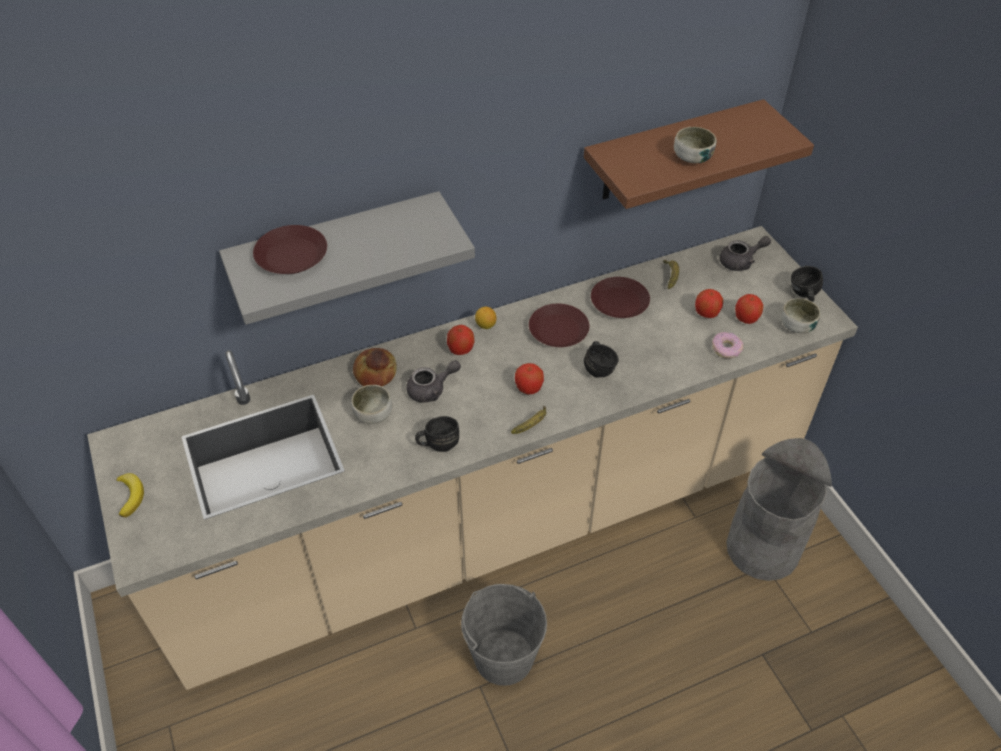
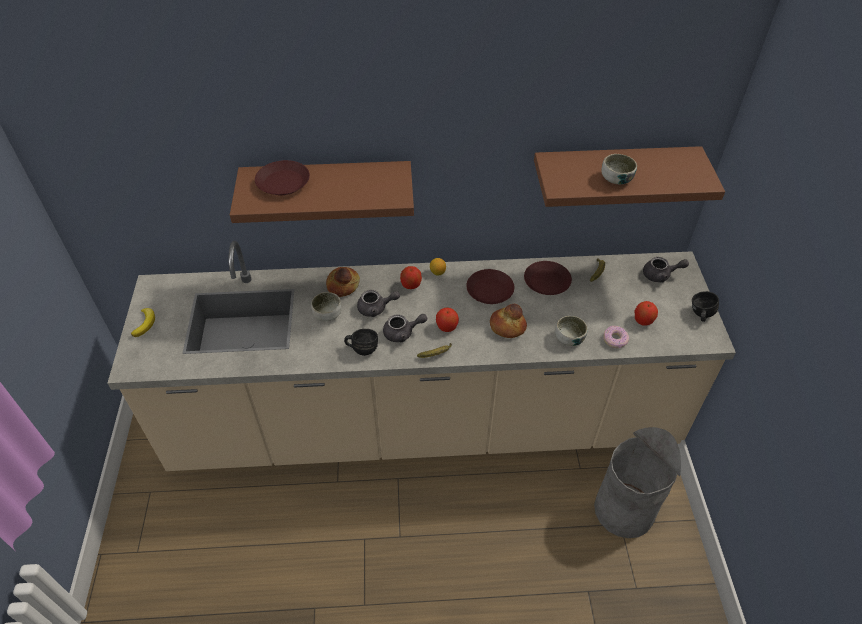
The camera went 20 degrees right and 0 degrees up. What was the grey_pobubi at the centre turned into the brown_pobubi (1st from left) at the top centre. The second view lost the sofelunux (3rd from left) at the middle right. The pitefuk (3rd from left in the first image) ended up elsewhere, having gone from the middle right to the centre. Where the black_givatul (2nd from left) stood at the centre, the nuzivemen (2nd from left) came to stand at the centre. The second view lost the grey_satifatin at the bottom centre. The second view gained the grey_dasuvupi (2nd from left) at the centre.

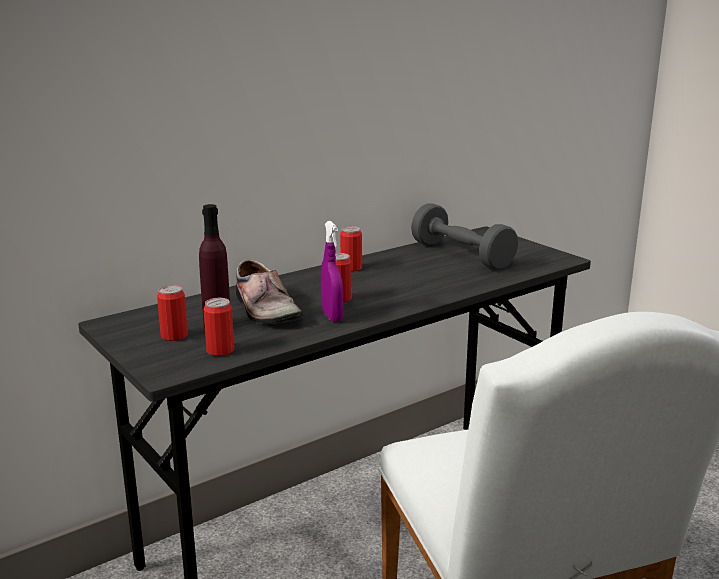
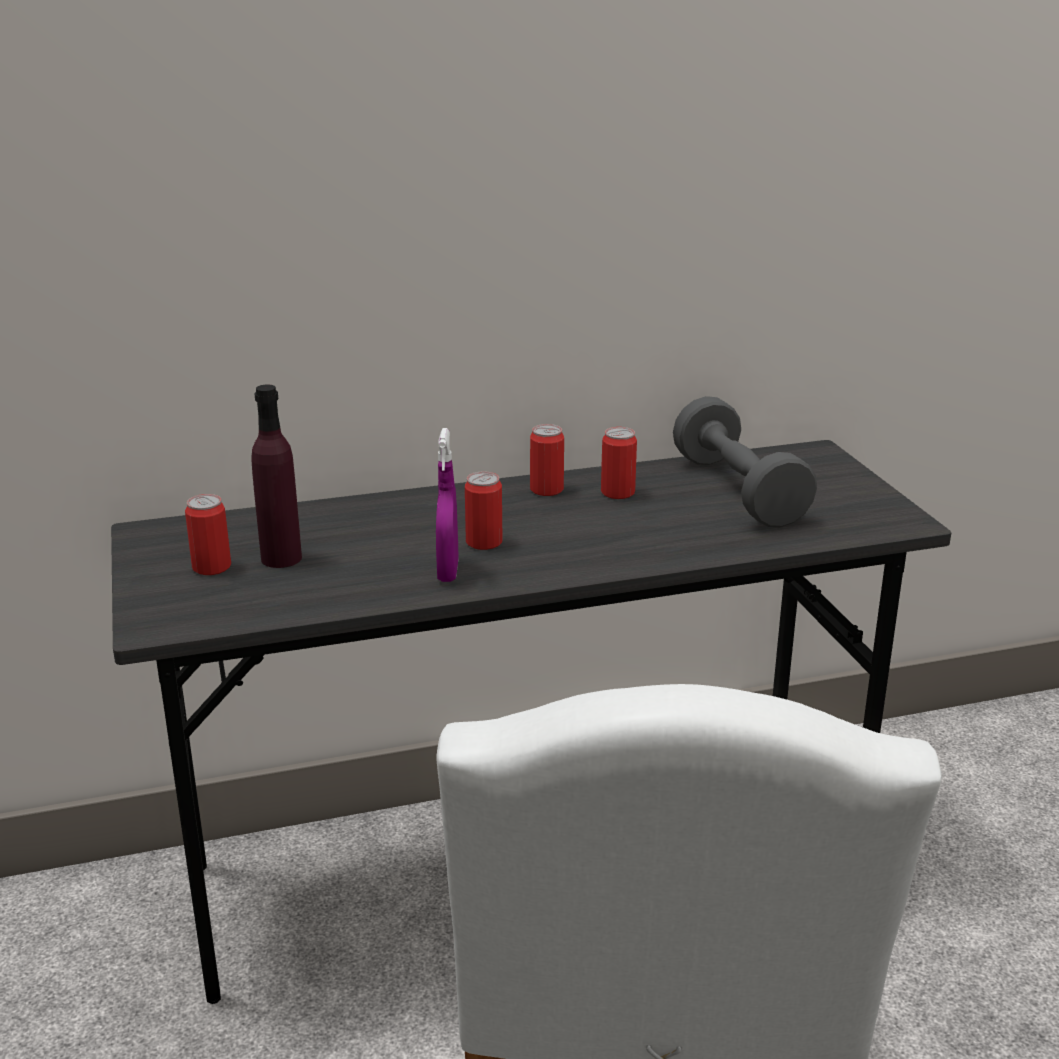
The camera went 20 degrees right and 5 degrees up. The second view lost the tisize at the centre. The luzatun (2nd from left in the first image) ended up elsewhere, having gone from the middle left to the centre.

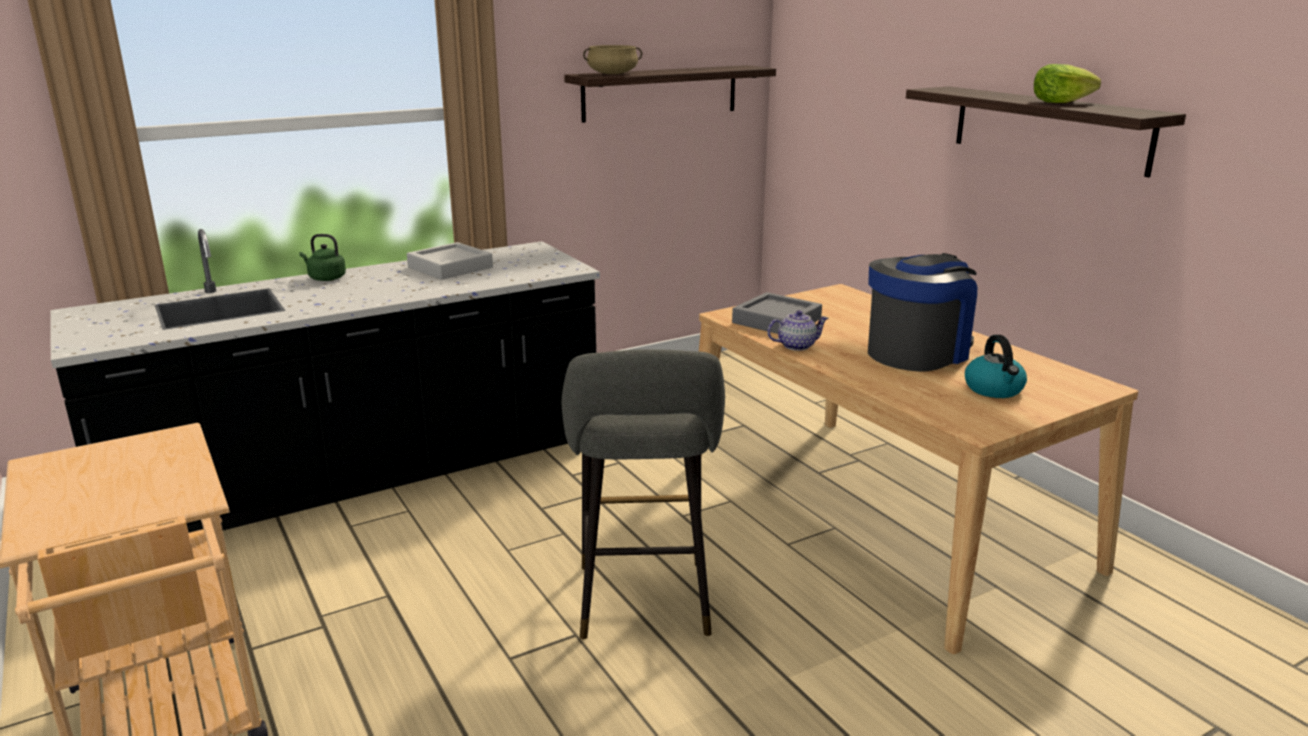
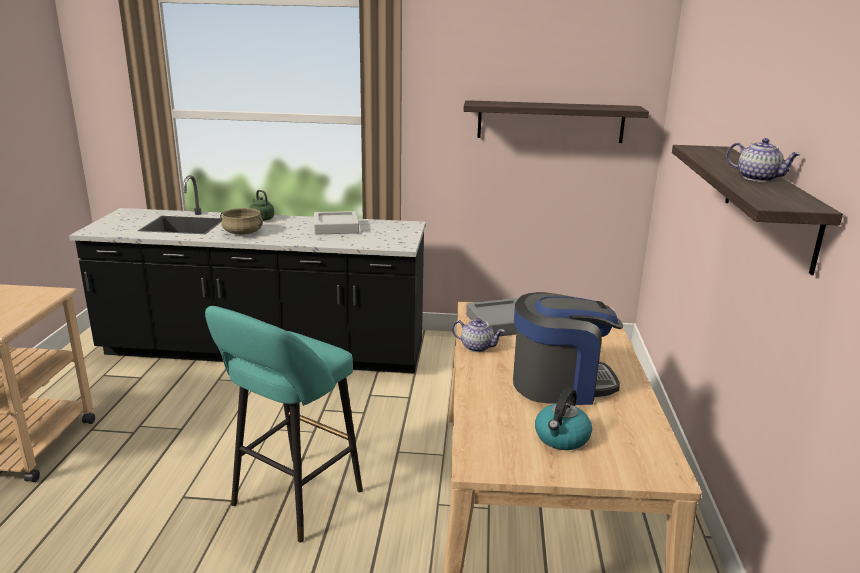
The camera went 35 degrees right and 0 degrees up. The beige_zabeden ended up elsewhere, having gone from the top centre to the middle left. Where the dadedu stood at the top right, the dasuvupi (2nd from left) came to stand at the top right. What was the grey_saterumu at the bottom centre turned into the turquoise_saterumu at the bottom left.

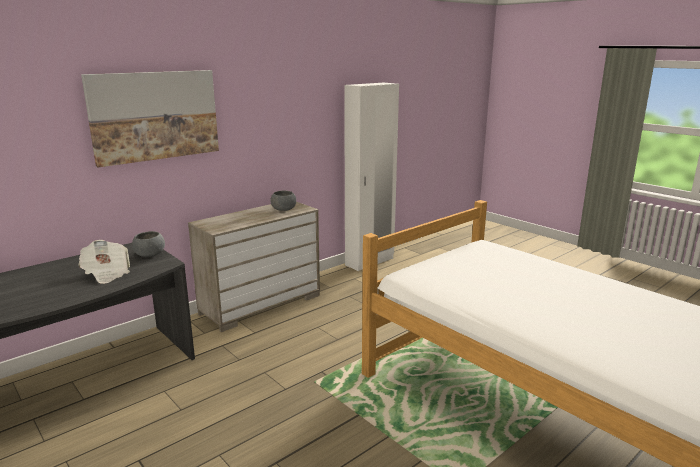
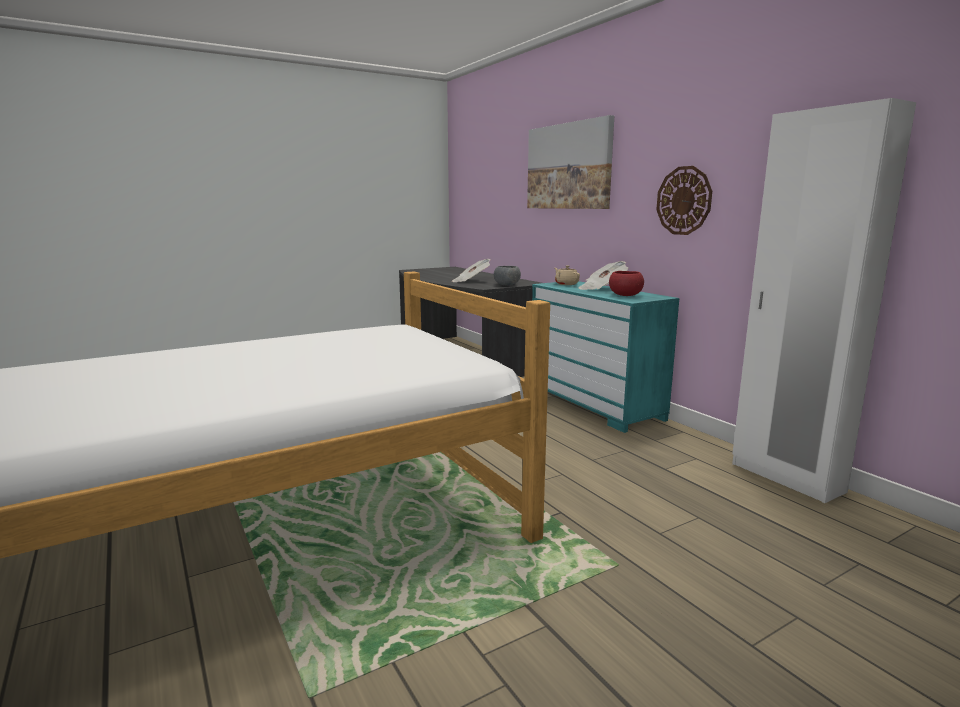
The camera went 100 degrees right and 5 degrees down. What was the grey_pitefuk (2nd from left) at the centre turned into the red_pitefuk at the centre. What was the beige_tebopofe at the centre turned into the turquoise_tebopofe at the centre. The second view gained the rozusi at the top right. The second view gained the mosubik (2nd from left) at the centre. The second view gained the beige_dasuvupi at the centre.

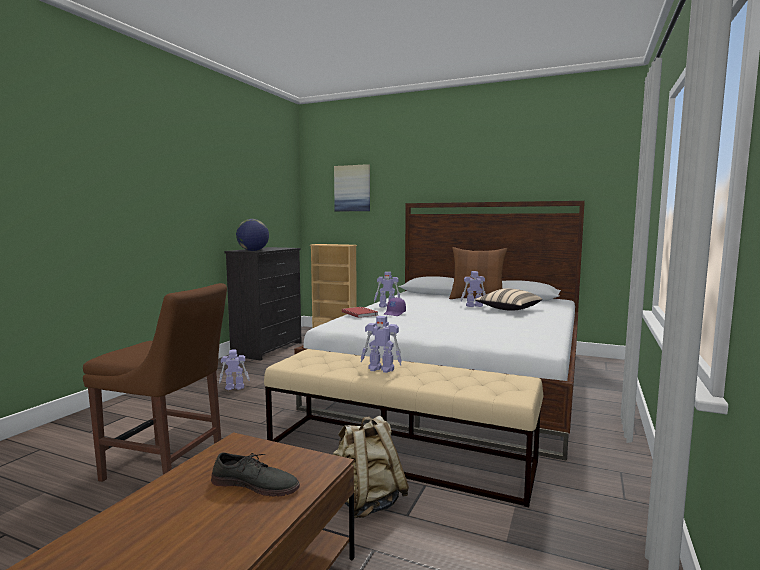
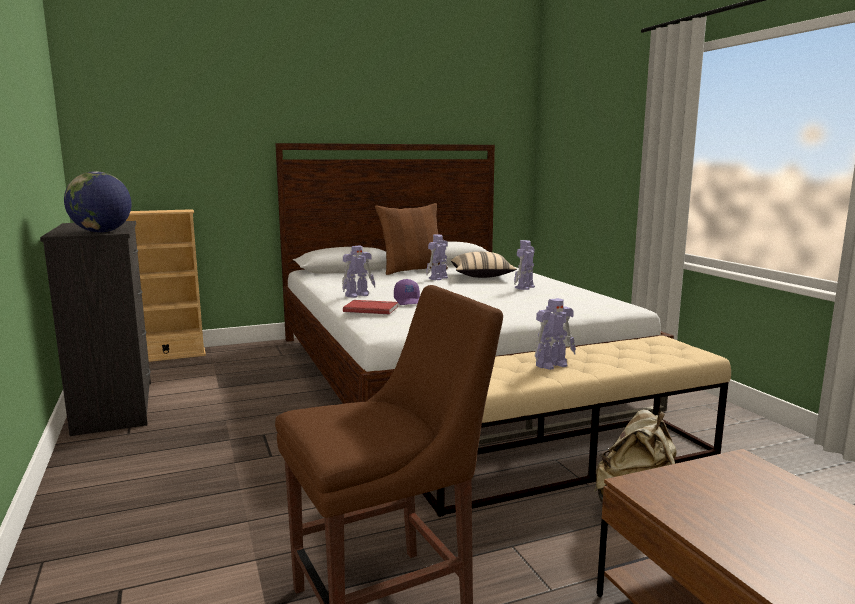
The camera went 45 degrees left and 5 degrees up. The second view lost the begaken at the top centre. The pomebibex (1st from left in the first image) ended up elsewhere, having gone from the middle left to the centre. The second view lost the grey_tisize at the bottom centre.

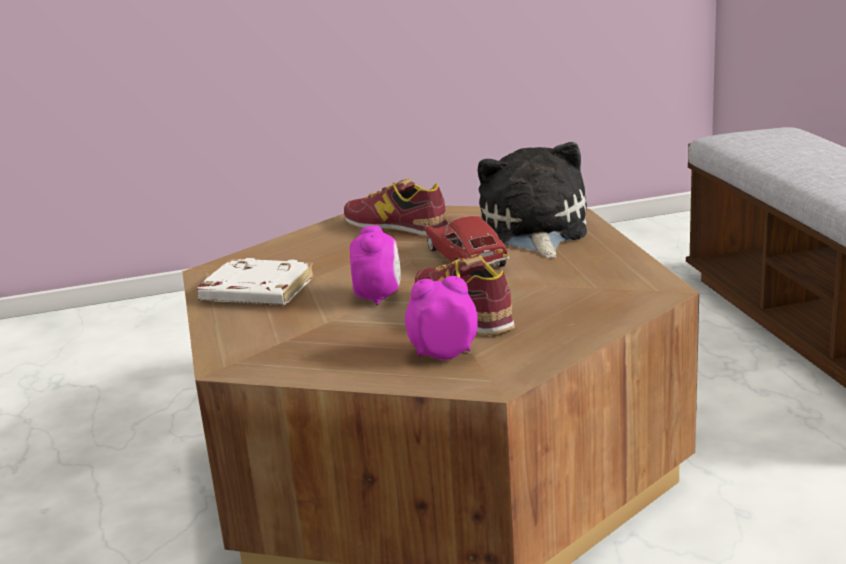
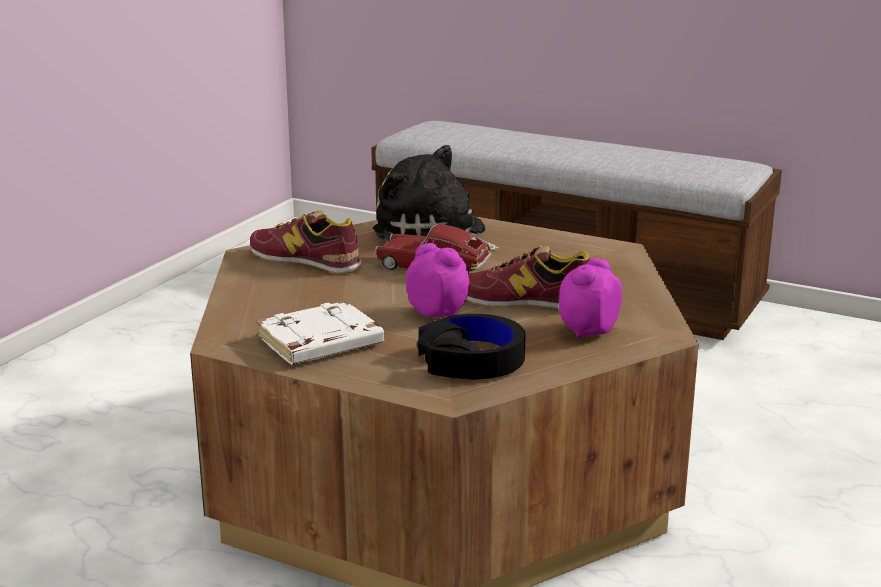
The camera went 50 degrees left and 0 degrees up. The tisize (1st from left) at the centre ended up facing another way, 45 degrees clockwise from before. The second view gained the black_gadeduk at the centre.

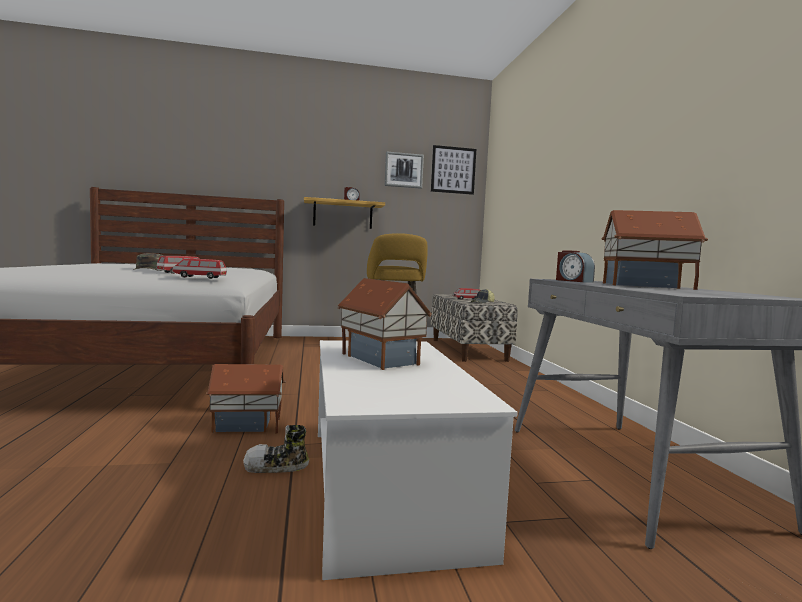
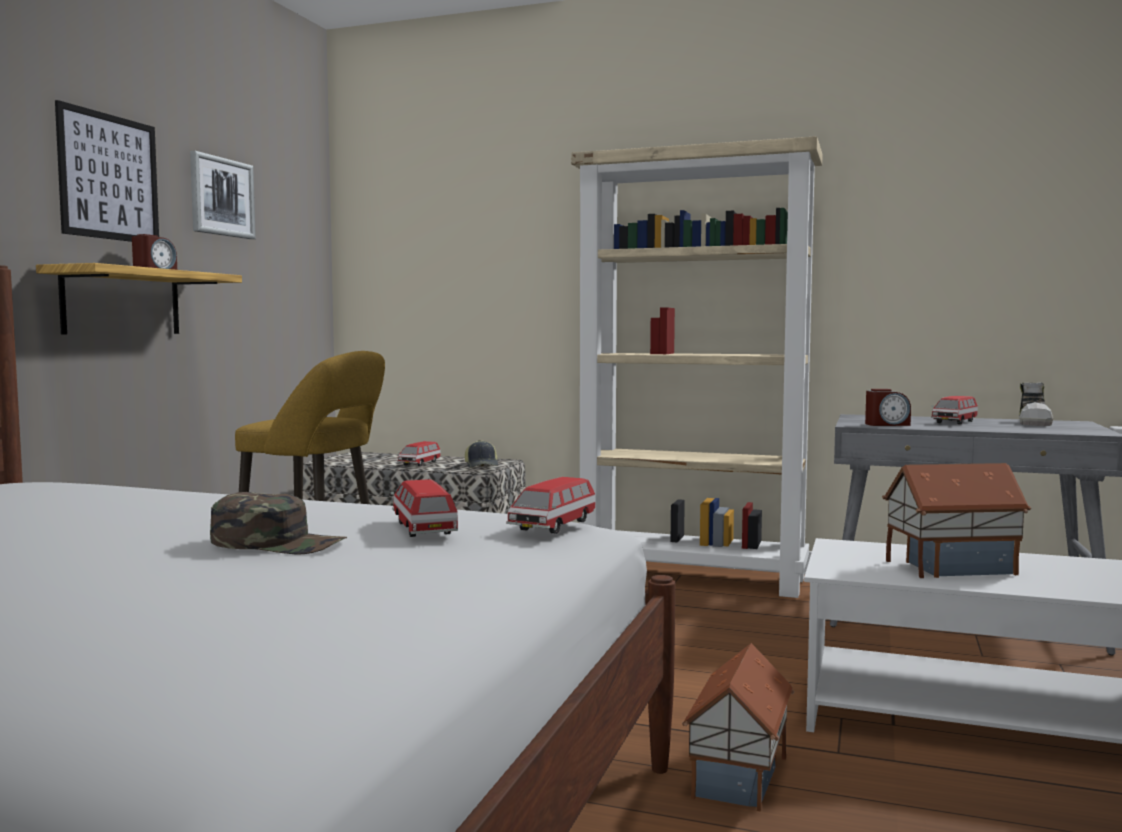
The camera went 60 degrees left and 0 degrees up. The begaken (2nd from left in the first image) ended up elsewhere, having gone from the top centre to the top left. Where the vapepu (3rd from left) stood at the middle right, the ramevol (4th from left) came to stand at the middle right. The tisize ended up elsewhere, having gone from the bottom centre to the middle right. The second view gained the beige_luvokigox at the centre.

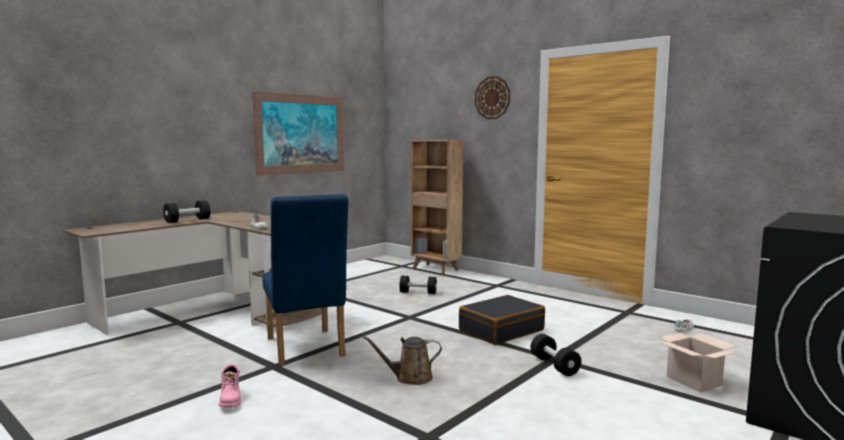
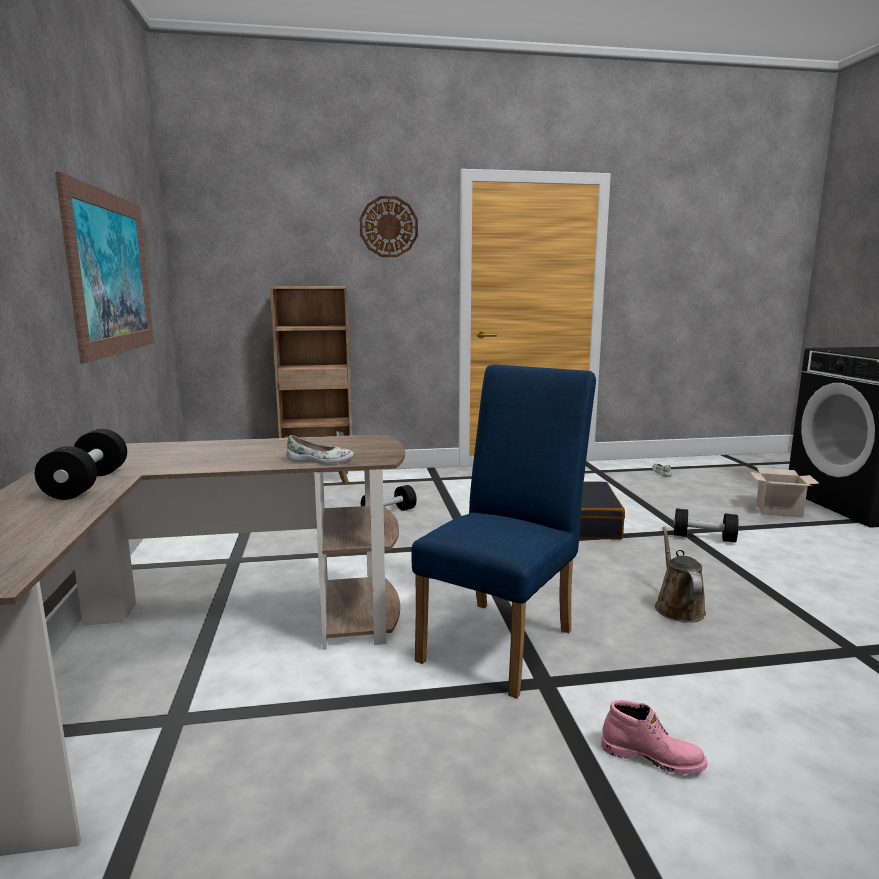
The camera went 50 degrees left and 5 degrees up. The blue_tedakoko at the centre ended up facing another way, 75 degrees counterclockwise from before. The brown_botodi at the bottom centre ended up facing another way, 150 degrees clockwise from before.

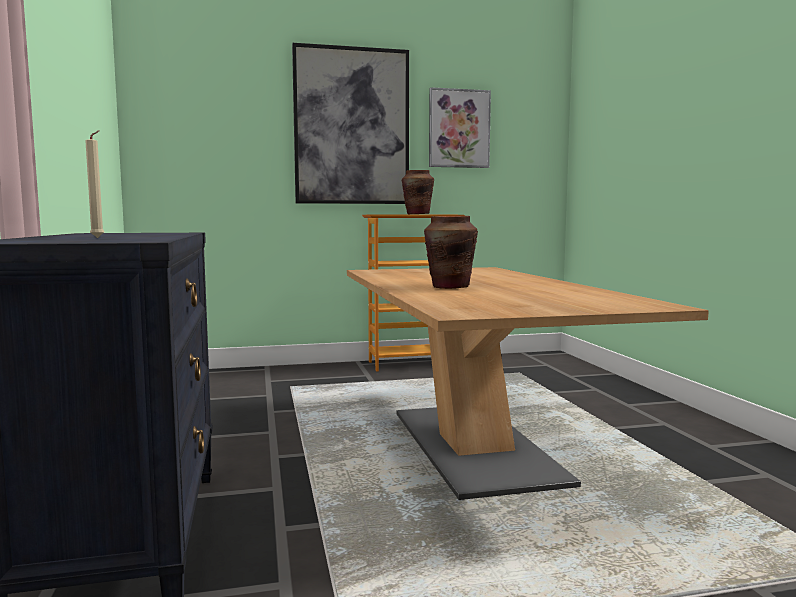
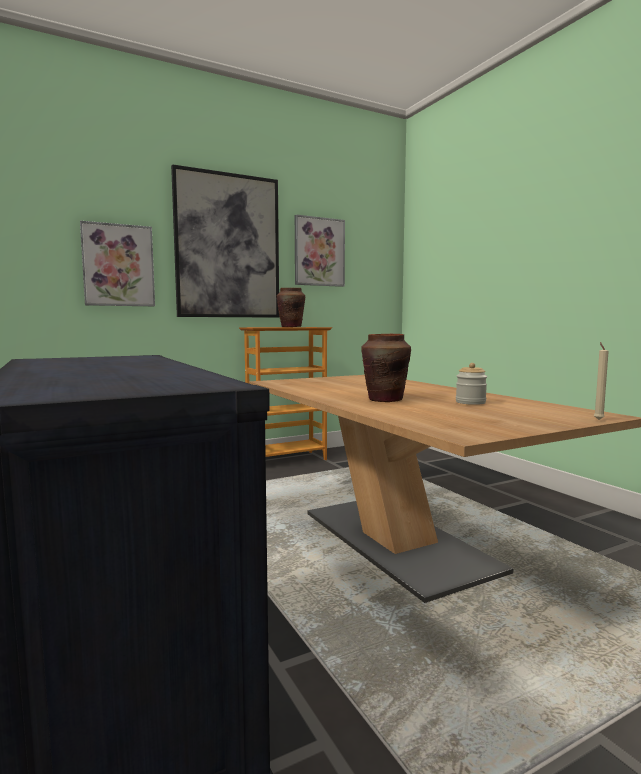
The camera went 15 degrees left and 0 degrees up. The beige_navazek ended up elsewhere, having gone from the top left to the middle right. The second view gained the begaken (1st from left) at the middle left. The second view gained the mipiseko at the middle right.

